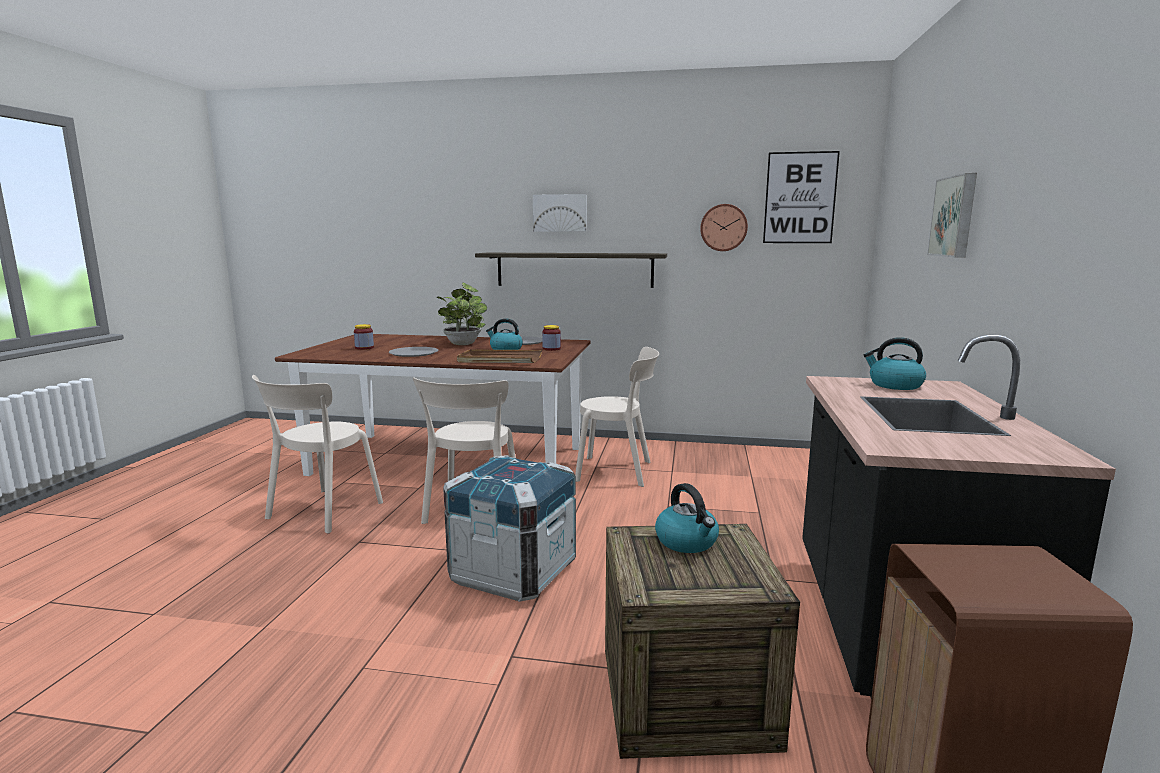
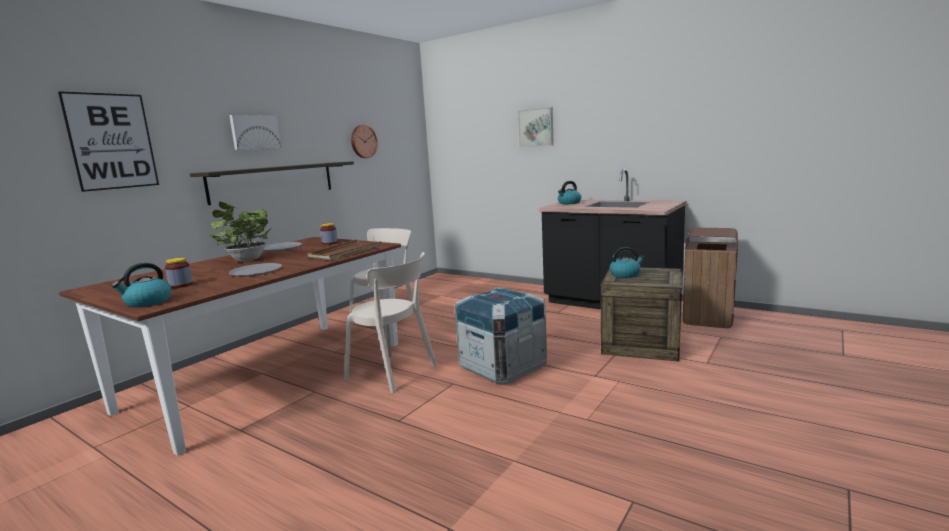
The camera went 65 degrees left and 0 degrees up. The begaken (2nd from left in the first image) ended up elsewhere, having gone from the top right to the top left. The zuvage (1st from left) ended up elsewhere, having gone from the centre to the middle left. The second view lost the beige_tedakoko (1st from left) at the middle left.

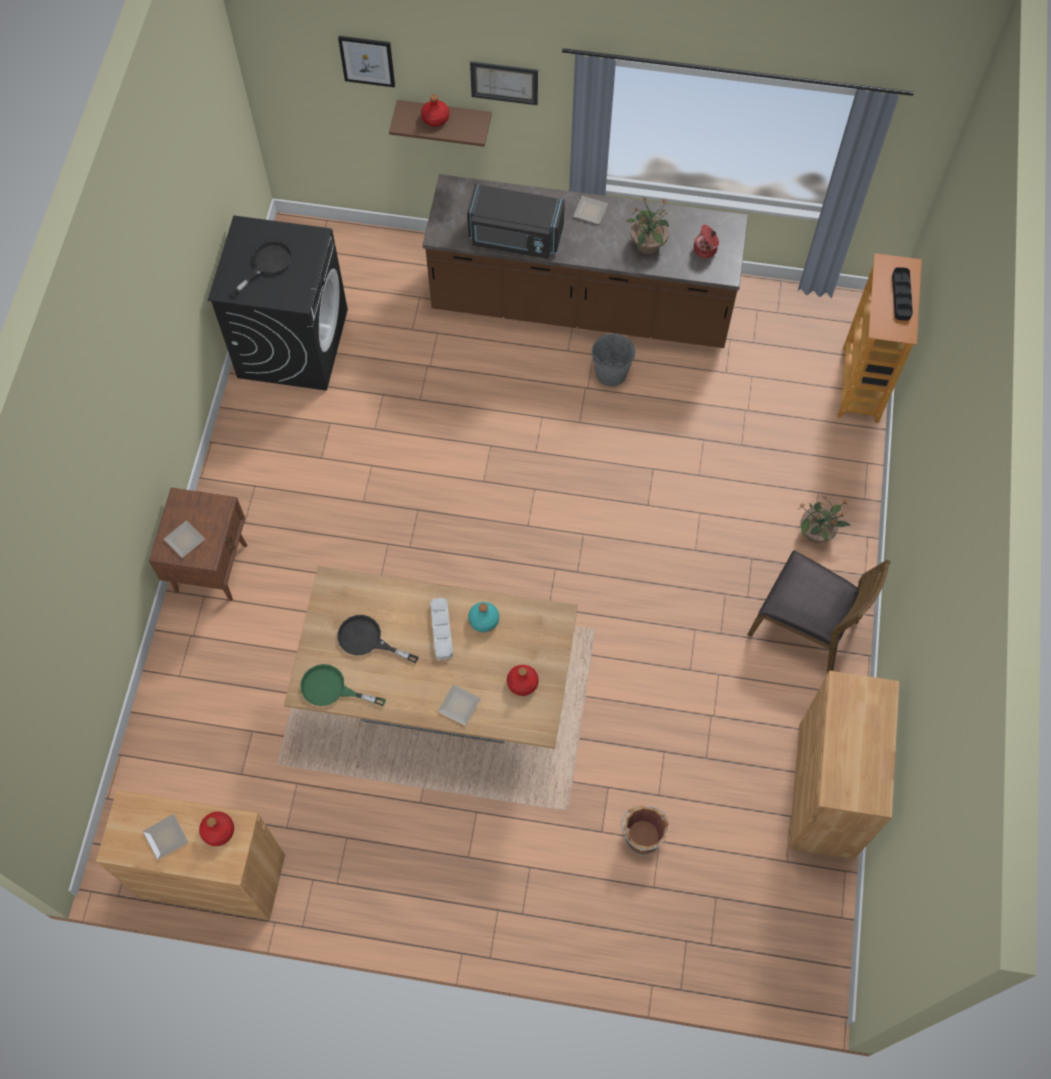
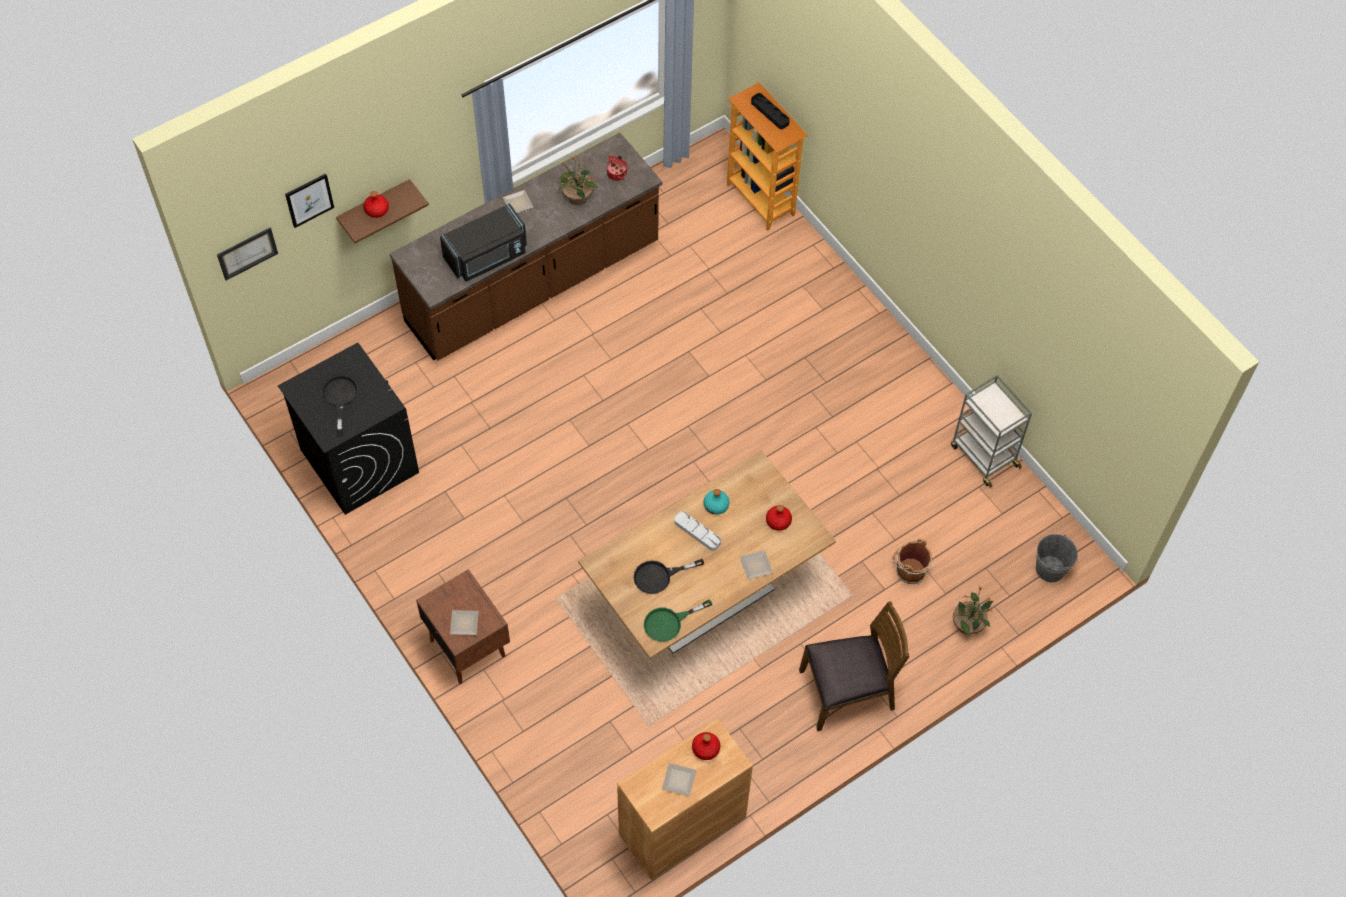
The camera went 45 degrees left and 5 degrees down. The begaken (2nd from left in the first image) ended up elsewhere, having gone from the top centre to the top left. The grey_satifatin ended up elsewhere, having gone from the centre to the middle right. The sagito (2nd from left) ended up elsewhere, having gone from the middle right to the bottom right. The brown_tedakoko ended up elsewhere, having gone from the middle right to the bottom centre. Where the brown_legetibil (2nd from left) stood at the bottom right, the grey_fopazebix came to stand at the middle right.

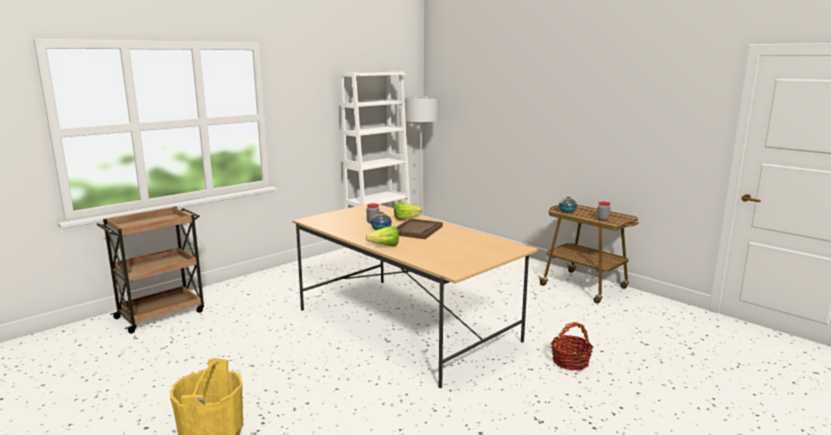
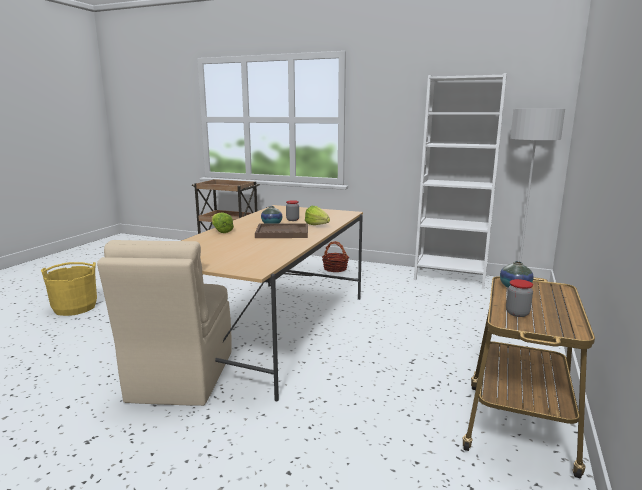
The camera went 65 degrees right and 0 degrees up. The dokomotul ended up elsewhere, having gone from the bottom right to the centre. The second view gained the beige_tedakoko at the middle left.

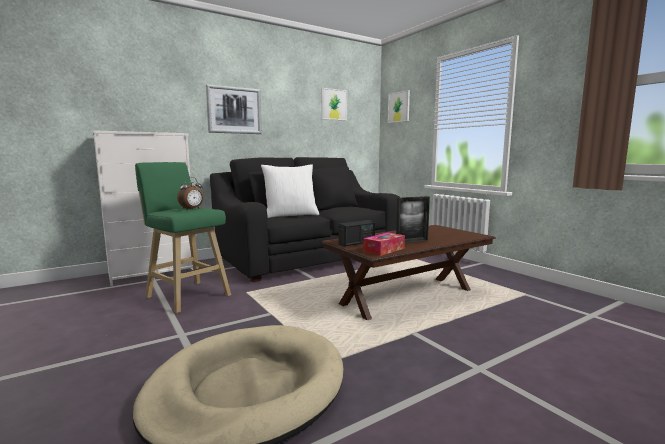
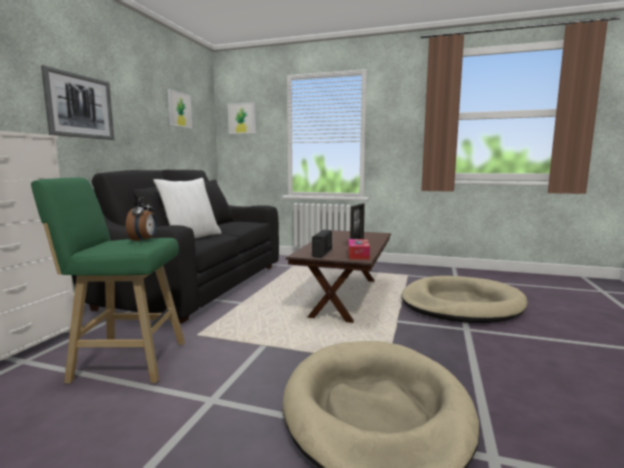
The camera went 40 degrees left and 0 degrees up. The second view gained the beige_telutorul (2nd from left) at the middle right.

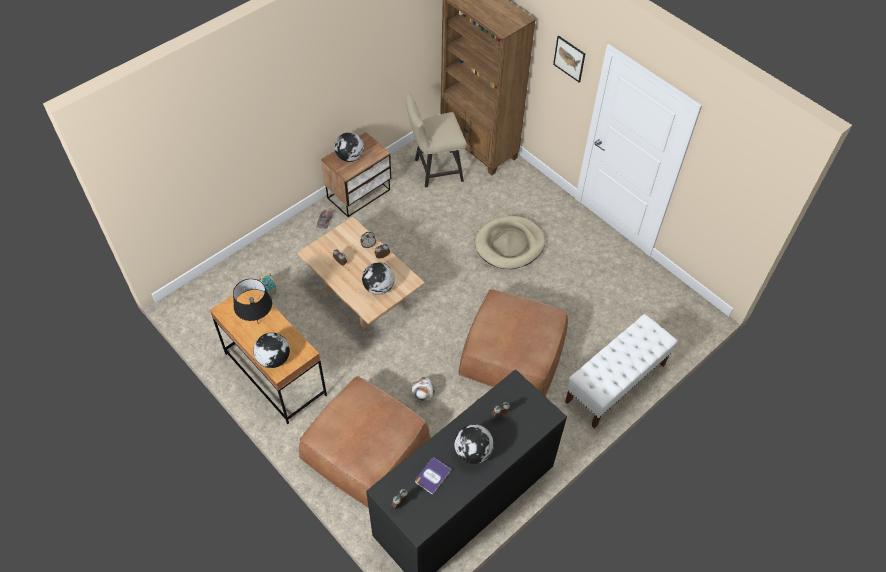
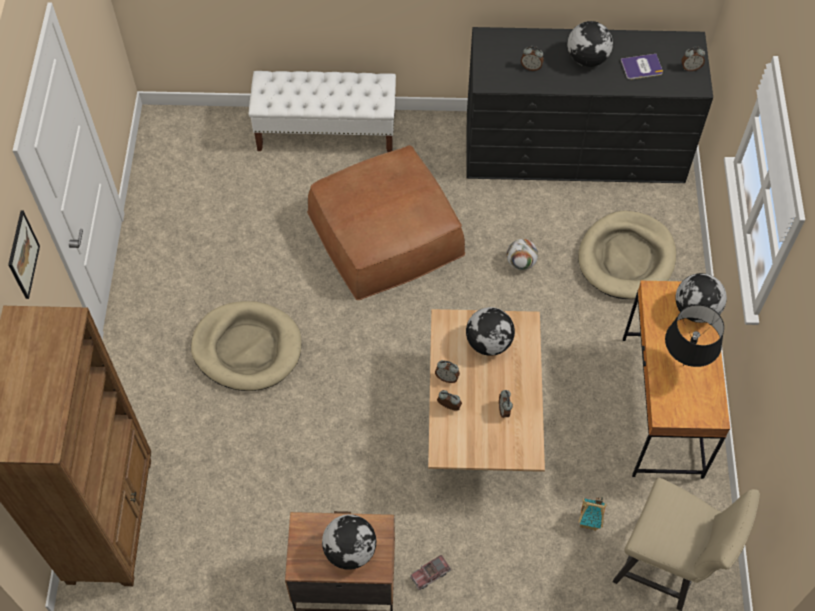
The camera went 135 degrees left and 5 degrees up. The beige_tedakoko ended up elsewhere, having gone from the top centre to the bottom right. Where the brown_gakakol (1st from left) stood at the bottom centre, the beige_telutorul (2nd from left) came to stand at the middle right.

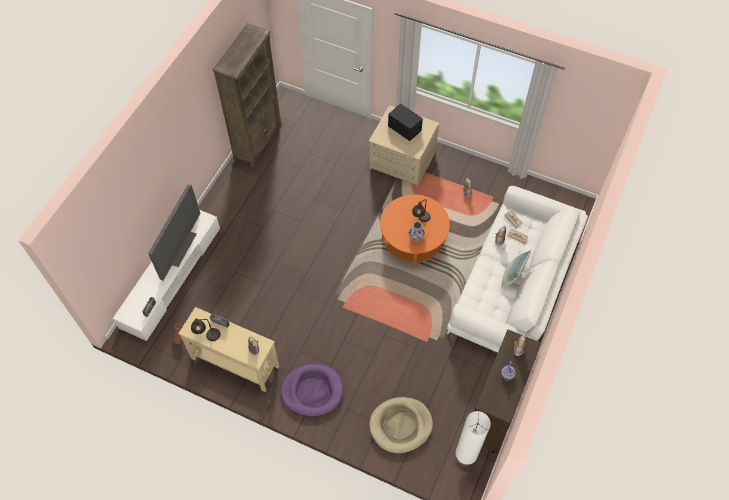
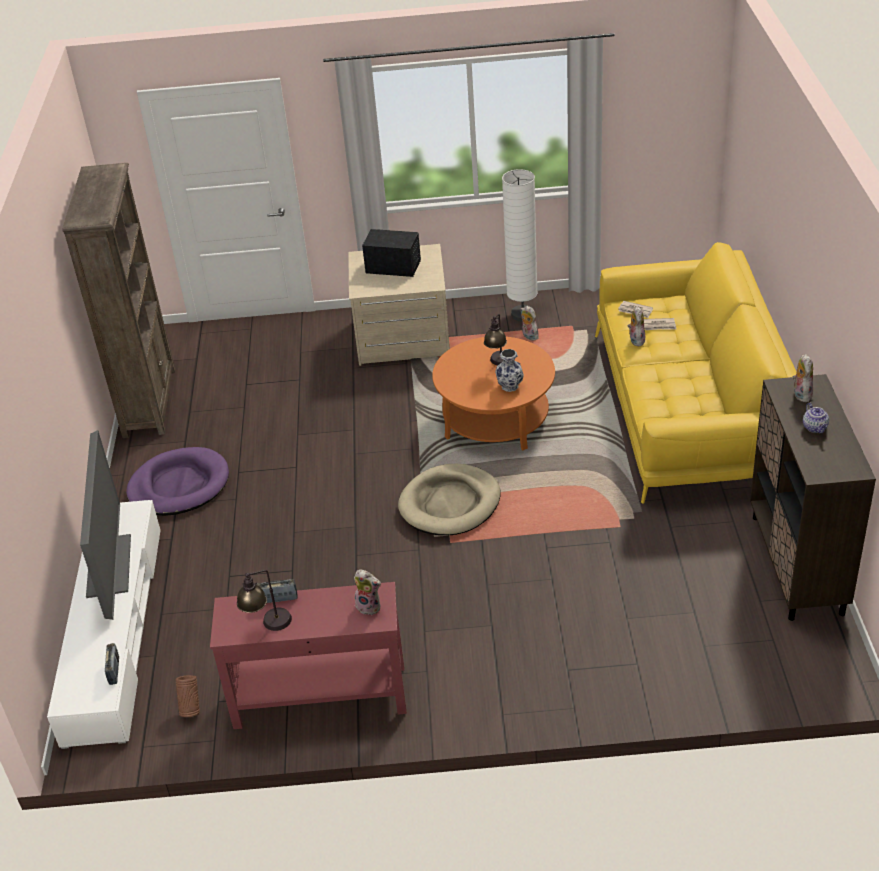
The camera went 25 degrees left and 20 degrees down. What was the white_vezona at the middle right turned into the yellow_vezona at the middle right. The second view lost the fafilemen at the middle right. What was the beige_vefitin at the bottom left turned into the red_vefitin at the bottom centre. The purple_telutorul ended up elsewhere, having gone from the bottom centre to the middle left. The beige_telutorul ended up elsewhere, having gone from the bottom centre to the centre. The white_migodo ended up elsewhere, having gone from the bottom centre to the top centre.

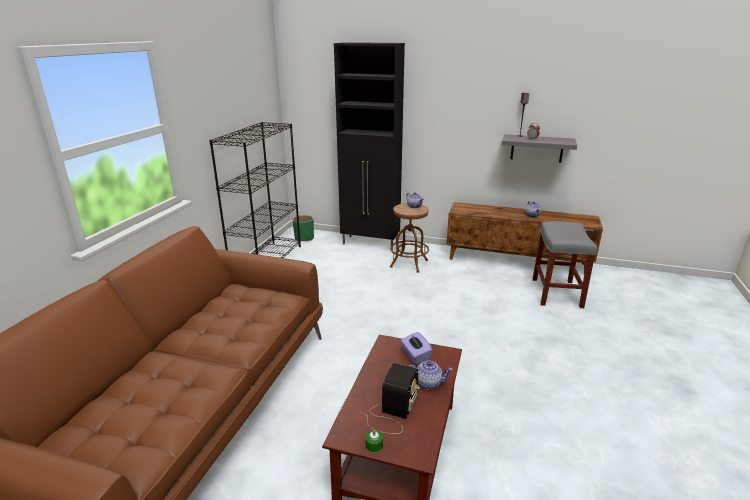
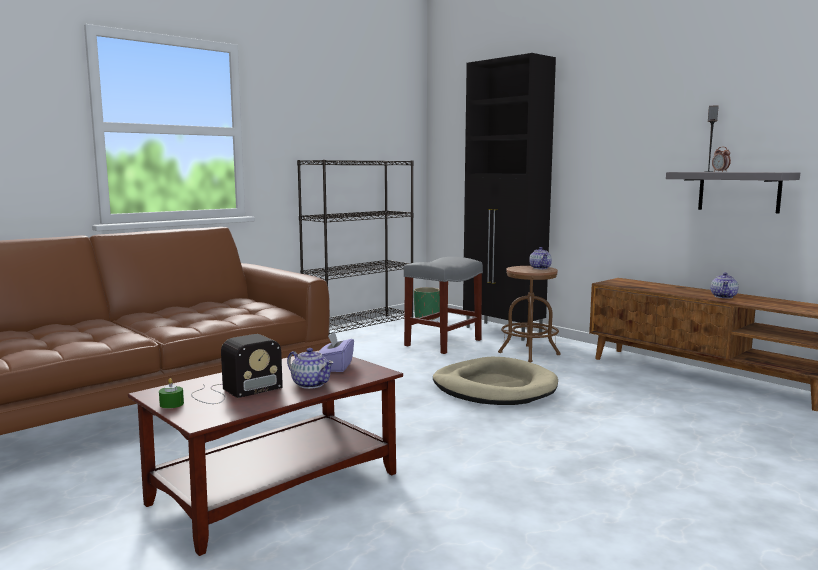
The camera went 30 degrees right and 15 degrees down. The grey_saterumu ended up elsewhere, having gone from the middle right to the centre. The second view gained the beige_telutorul at the bottom centre.

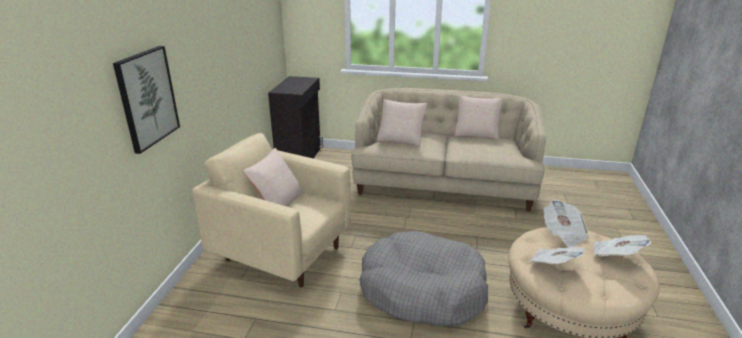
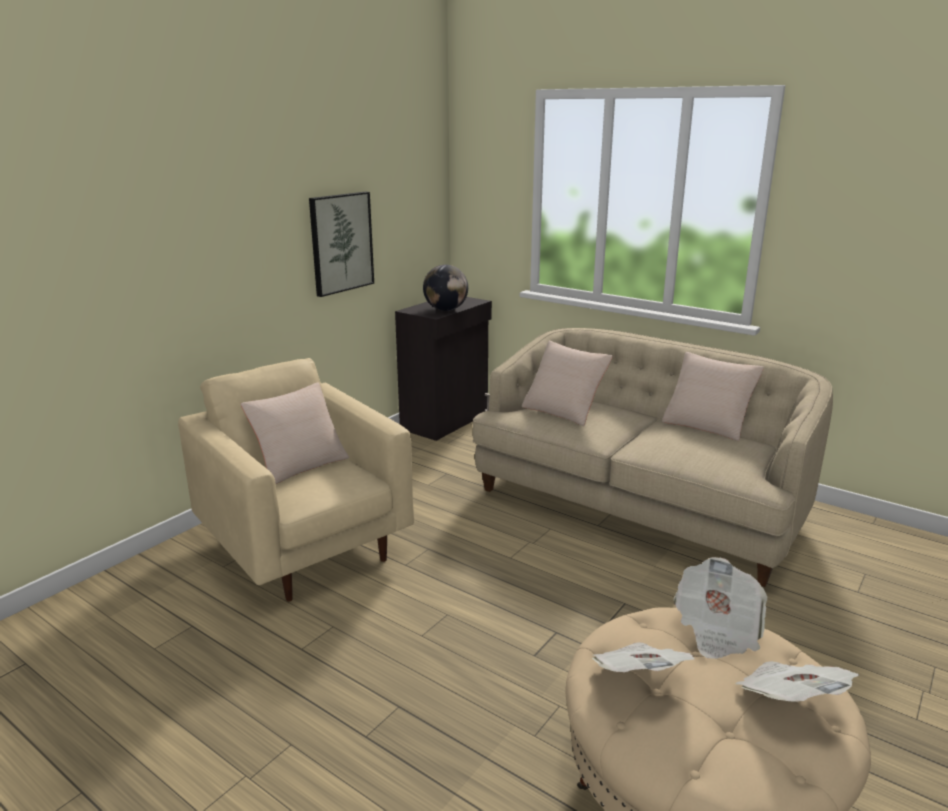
The camera went 25 degrees right and 5 degrees down. The begaken ended up elsewhere, having gone from the top left to the top centre. The second view lost the grey_telutorul at the bottom centre. The second view gained the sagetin at the centre.

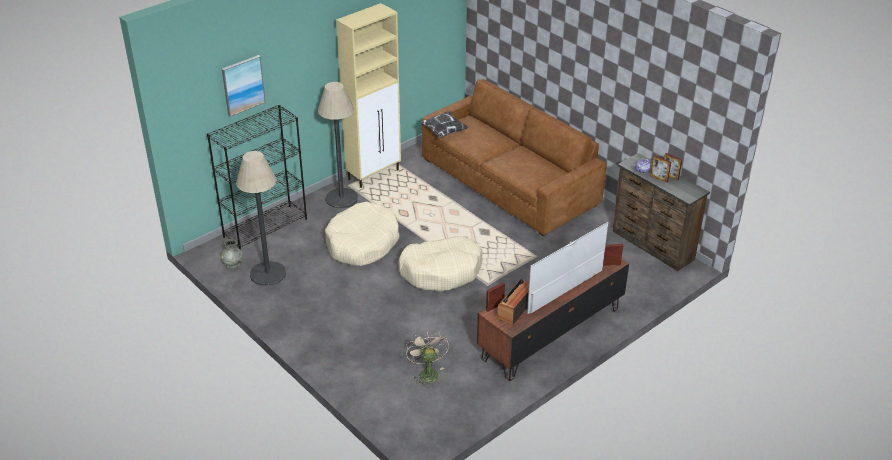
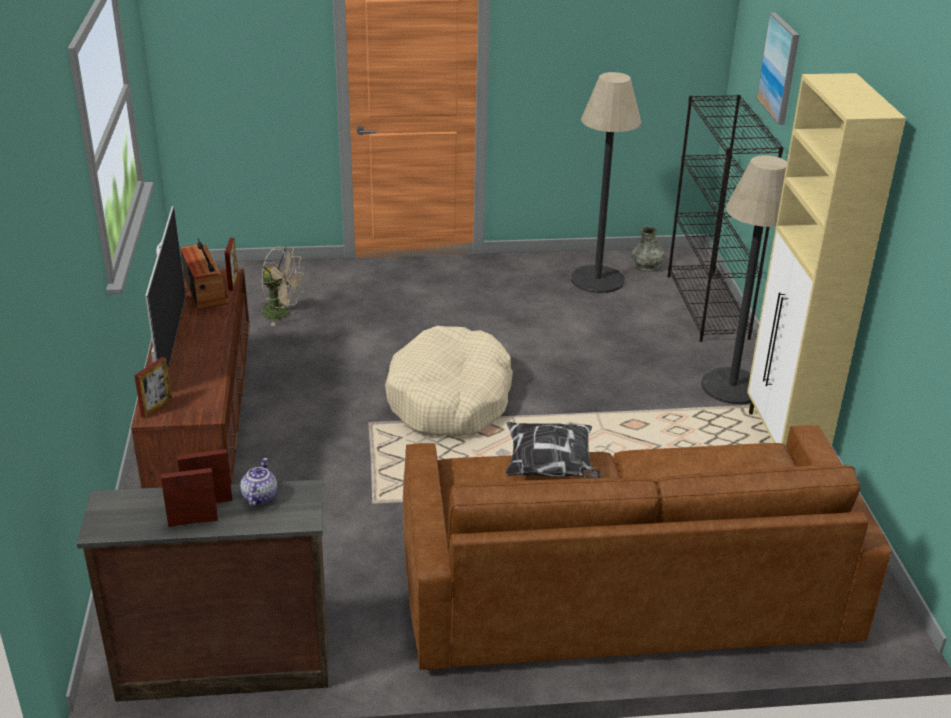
The camera went 125 degrees right and 5 degrees down. The fafilemen ended up elsewhere, having gone from the top centre to the centre. The second view lost the beige_telutorul (1st from left) at the centre.

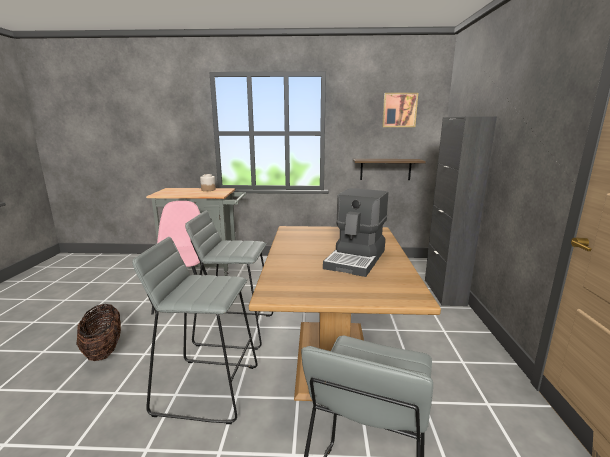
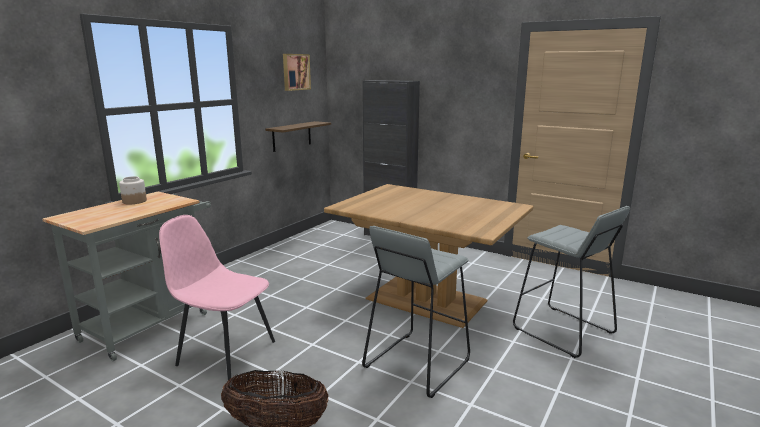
The camera went 60 degrees left and 0 degrees up. The second view lost the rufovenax at the centre. The second view lost the grey_saterumu (2nd from left) at the centre.

